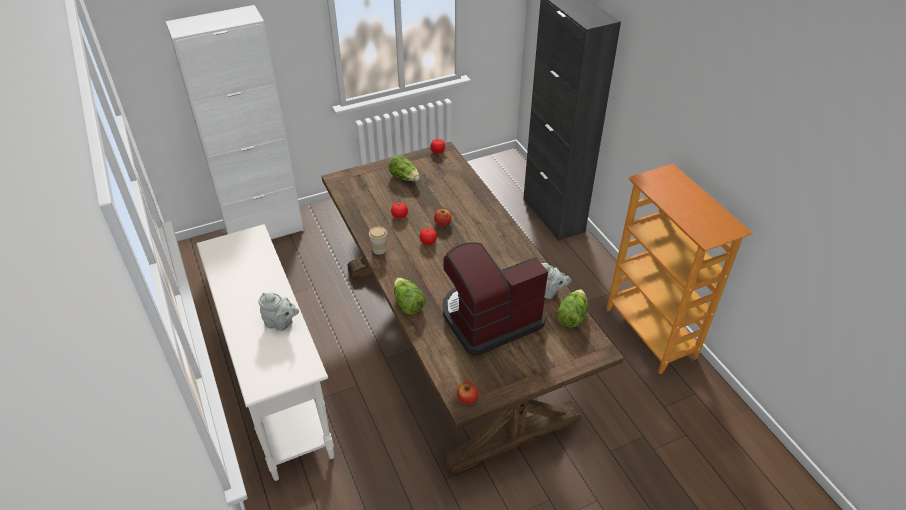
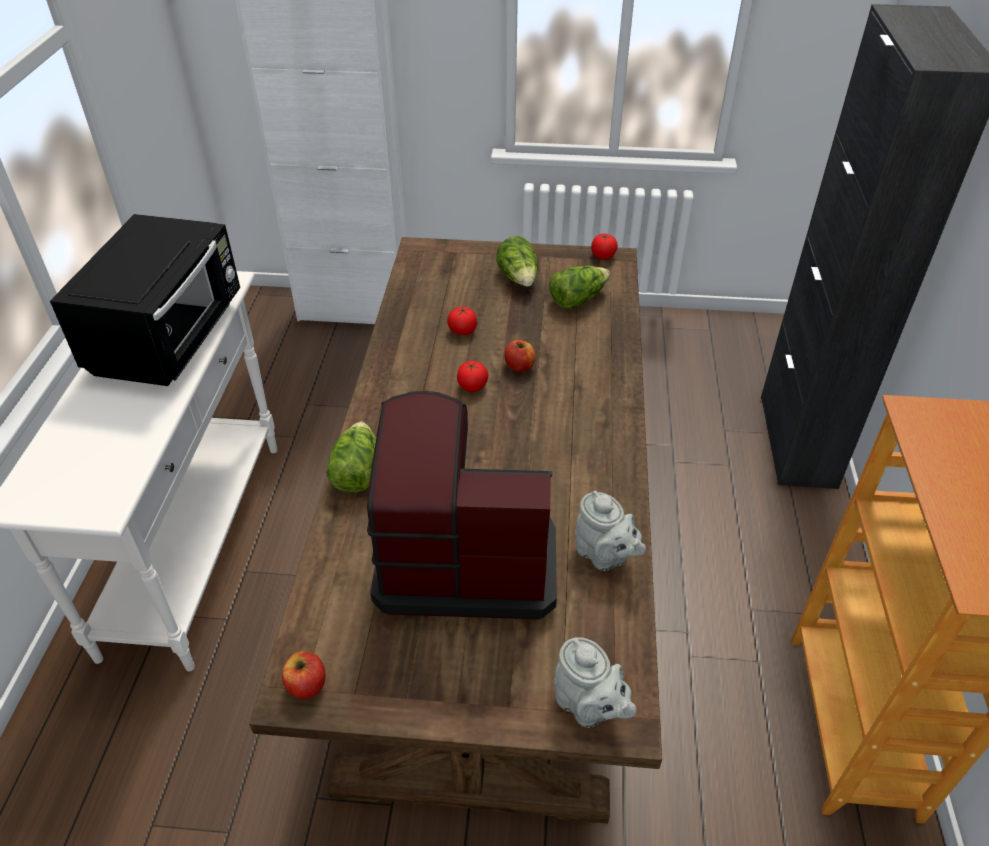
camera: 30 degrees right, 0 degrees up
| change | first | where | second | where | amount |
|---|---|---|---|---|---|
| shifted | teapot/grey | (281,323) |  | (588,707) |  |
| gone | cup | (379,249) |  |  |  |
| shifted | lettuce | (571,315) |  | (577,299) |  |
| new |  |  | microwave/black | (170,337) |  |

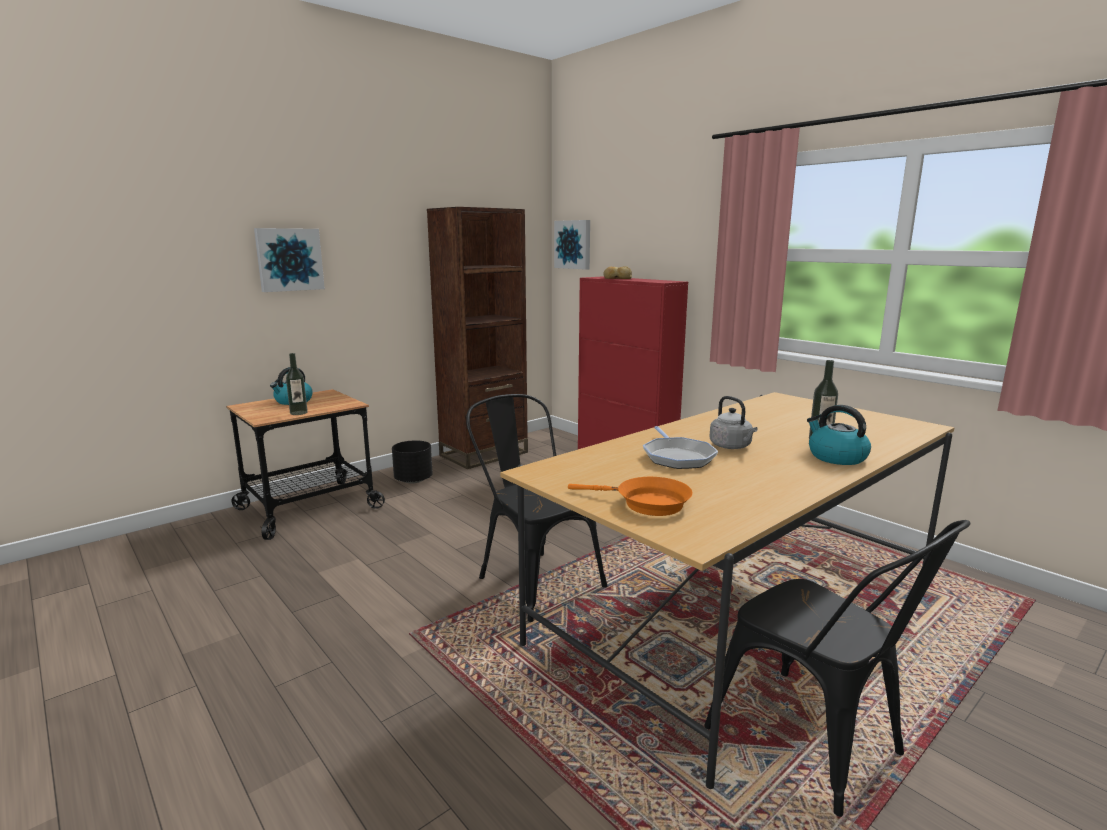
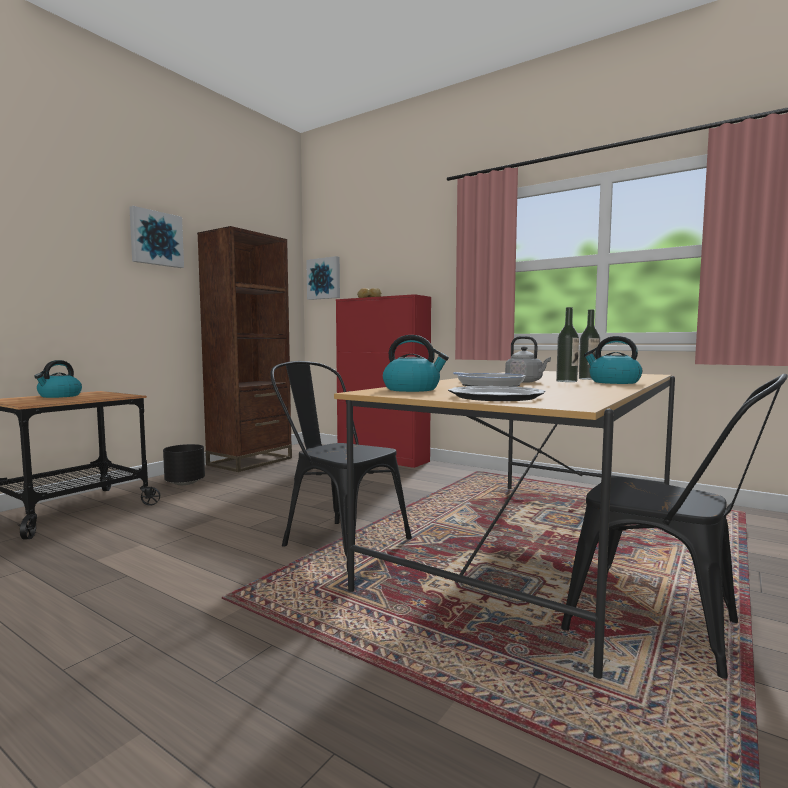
camera: 15 degrees left, 10 degrees down
| change | first | where | second | where | amount |
|---|---|---|---|---|---|
| shifted | picture | (289,259) |  | (156,238) |  |
| shifted | bottle | (298,413) |  | (566,381) |  |
| swapped | frying pan/orange | (646,503) | plate | (496,397) |  |
| new |  |  | kettle | (412,389) |  |

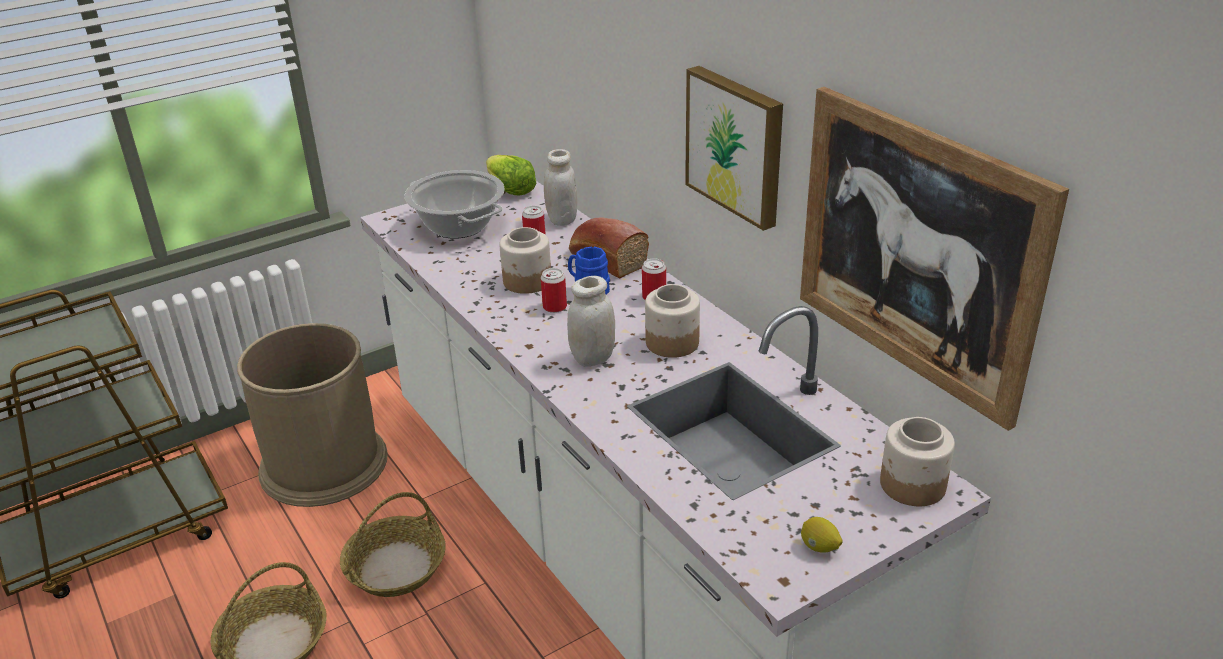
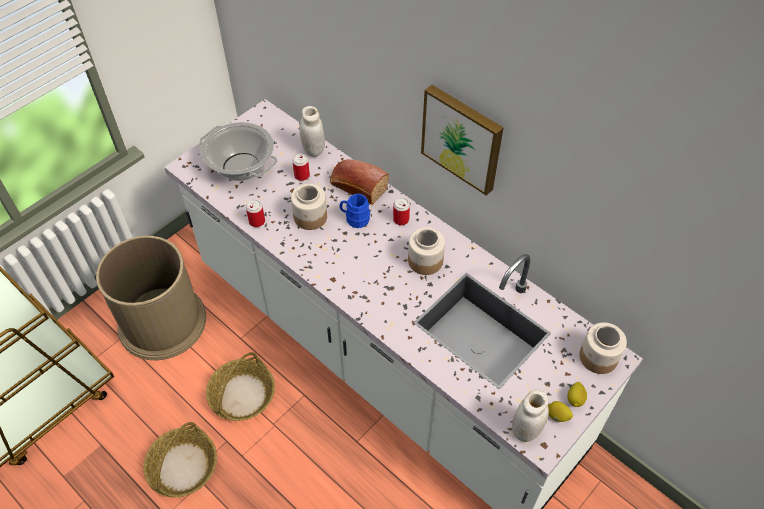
camera: 15 degrees left, 20 degrees up
| change | first | where | second | where | amount |
|---|---|---|---|---|---|
| gone | lettuce | (509,189) |  |  |  |
| shifted | can | (554,307) |  | (257,221) |  |
| shifted | jar/white | (593,358) |  | (526,430) |  |
| gone | picture | (916,251) |  |  |  |
| new |  |  | lemon | (575,399) |  |

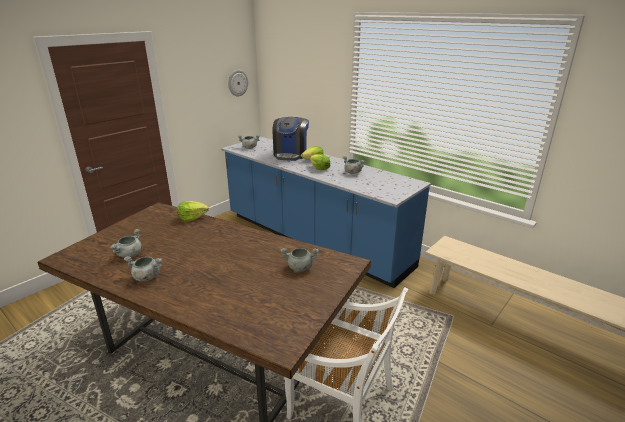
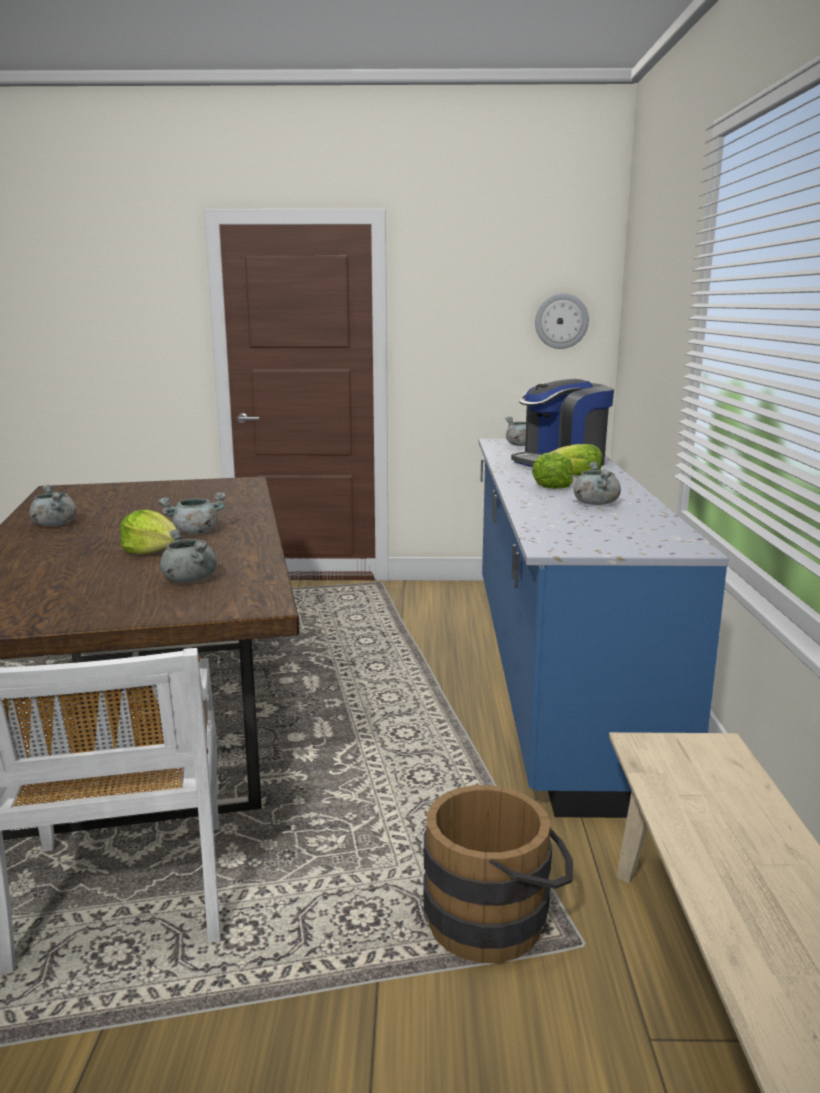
camera: 50 degrees right, 10 degrees down
| change | first | where | second | where | amount |
|---|---|---|---|---|---|
| shifted | cooking pot/grey | (130,255) |  | (195,532) |  |
| shifted | lettuce | (192,217) |  | (152,551) |  |
| new |  |  | bucket/brown | (496,920) |  |

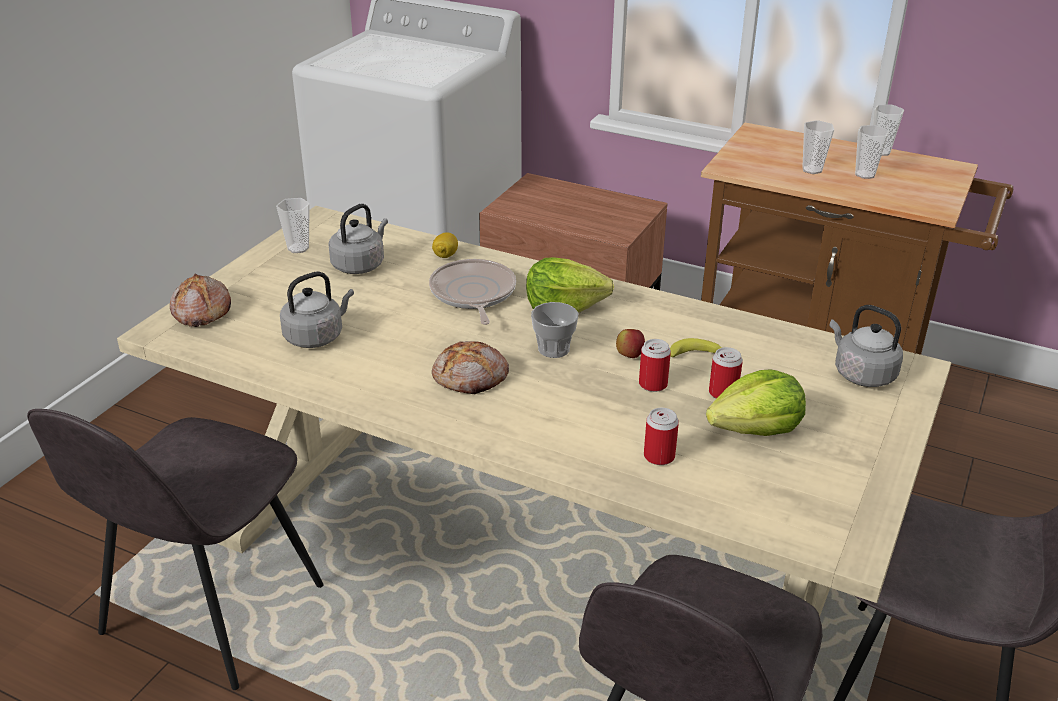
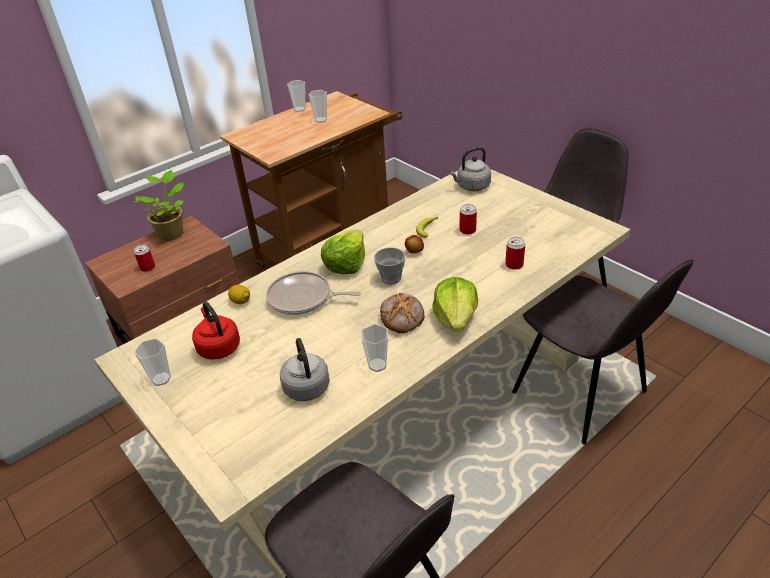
camera: 65 degrees left, 5 degrees up
| change | first | where | second | where | amount |
|---|---|---|---|---|---|
| gone | bread | (201,312) |  |  |  |
| repainted | kettle/grey | (360,265) | kettle/red | (218,347) |  |
| shifted | can | (653,384) |  | (147,268) |  |
| shifted | lettuce | (756,429) |  | (456,318) |  |
| shifted | cup | (812,170) |  | (377,365) |  |
| new |  |  | potted plant | (172,233) |  |

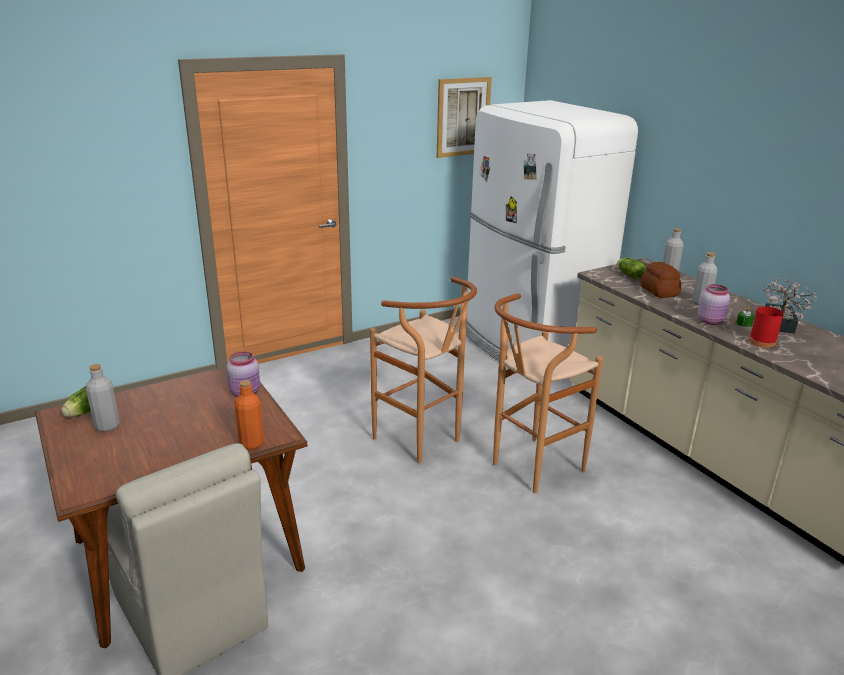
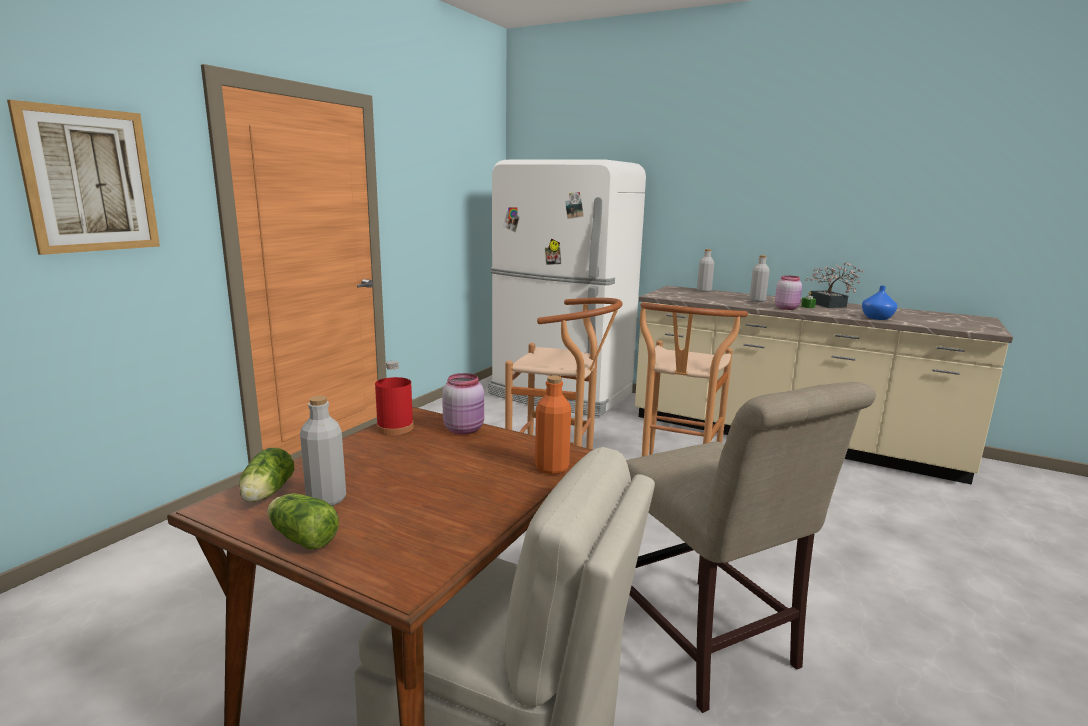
camera: 30 degrees left, 10 degrees down
| change | first | where | second | where | amount |
|---|---|---|---|---|---|
| shifted | picture | (463,117) |  | (90,180) |  |
| shifted | lettuce | (628,275) |  | (301,537) |  |
| gone | bread | (659,291) |  |  |  |
| shifted | bottle/red | (762,342) |  | (395,428) |  |
| new |  |  | chair/beige | (708,646) |  |
| new |  |  | vase/blue | (876,318) |  |

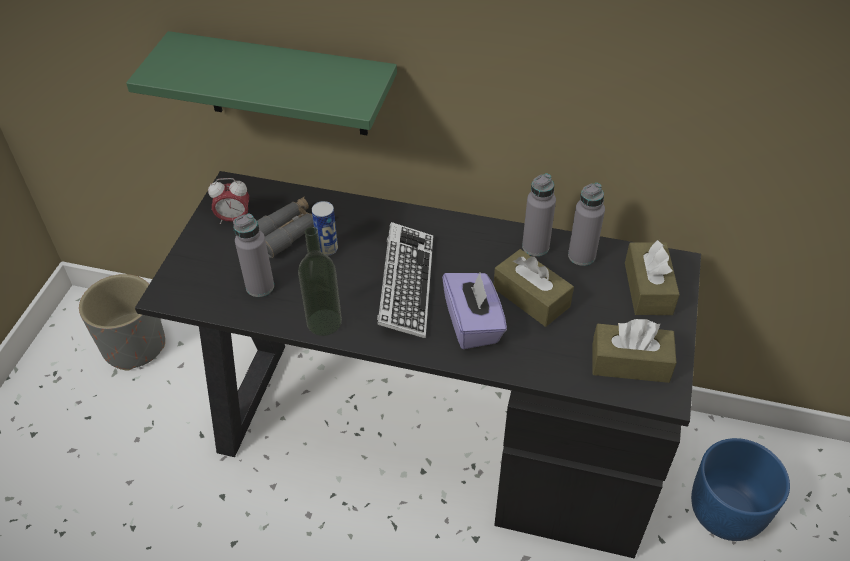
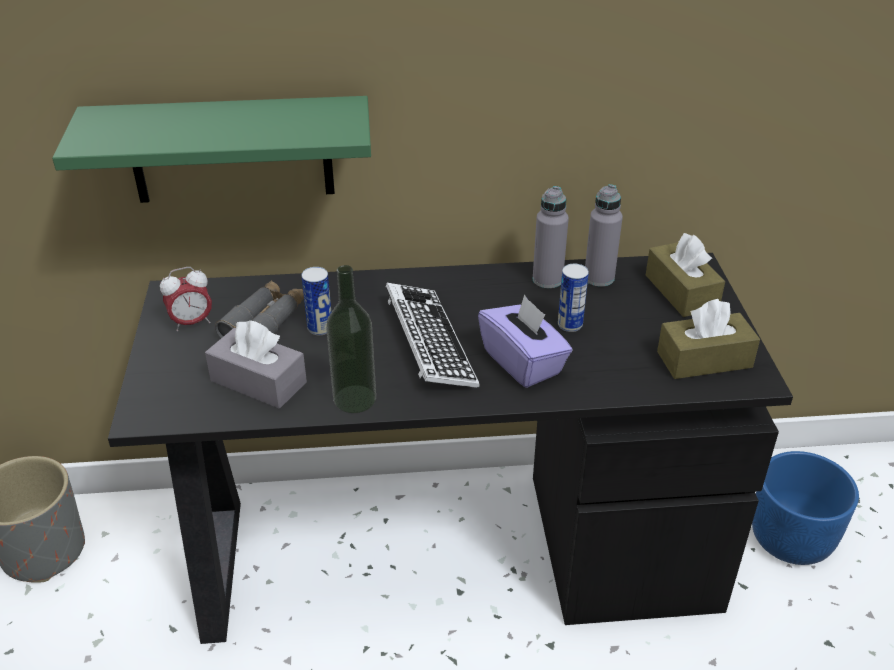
camera: 20 degrees left, 10 degrees down
| change | first | where | second | where | amount |
|---|---|---|---|---|---|
| swapped | bottle/grey | (260,286) | tissue box/grey | (258,381) |  |
| swapped | tissue box/brown | (531,297) | can | (570,325) |  |

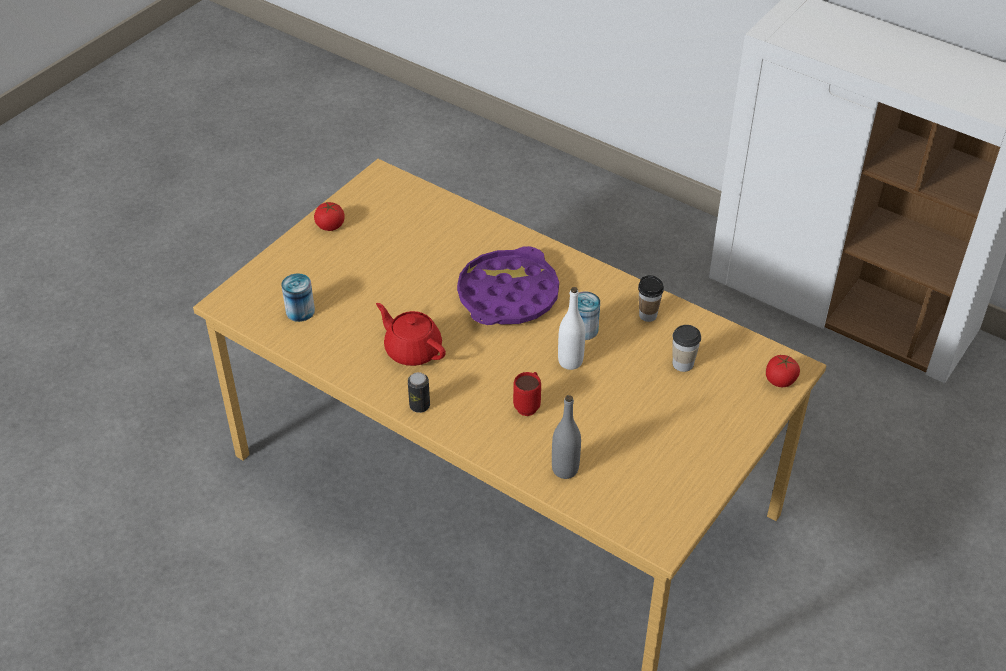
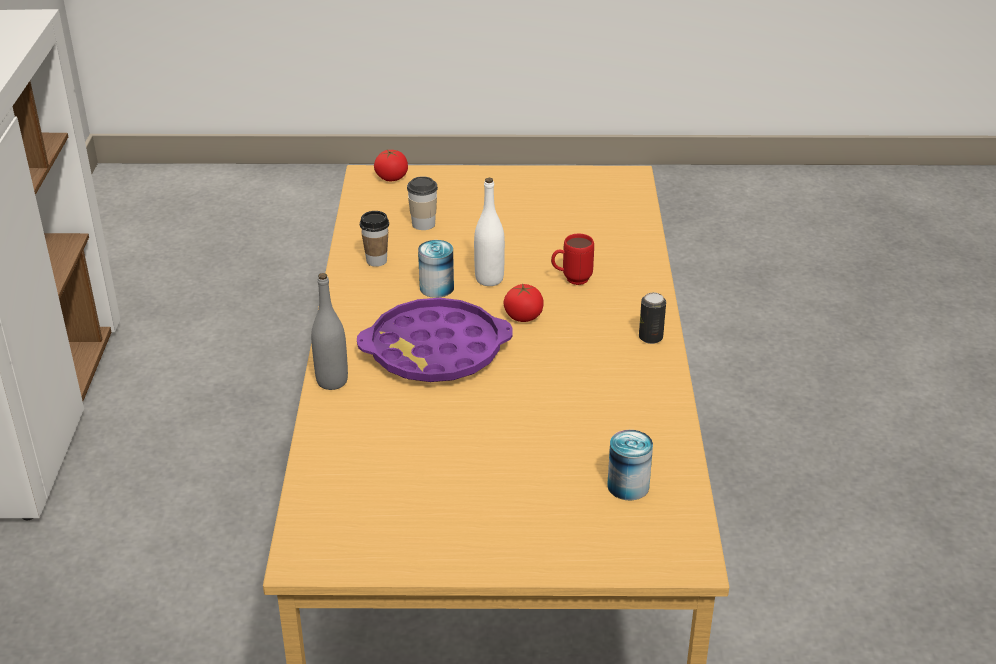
camera: 125 degrees left, 10 degrees down
| change | first | where | second | where | amount |
|---|---|---|---|---|---|
| shifted | tomato | (330,225) |  | (523,316) |  |
| gone | teapot/red | (412,350) |  |  |  |
| shifted | bottle/grey | (565,469) |  | (332,381) |  |

